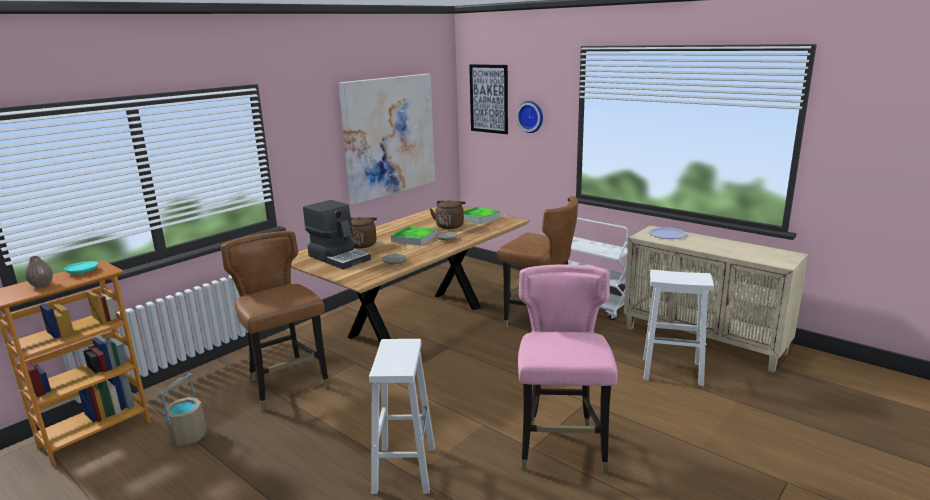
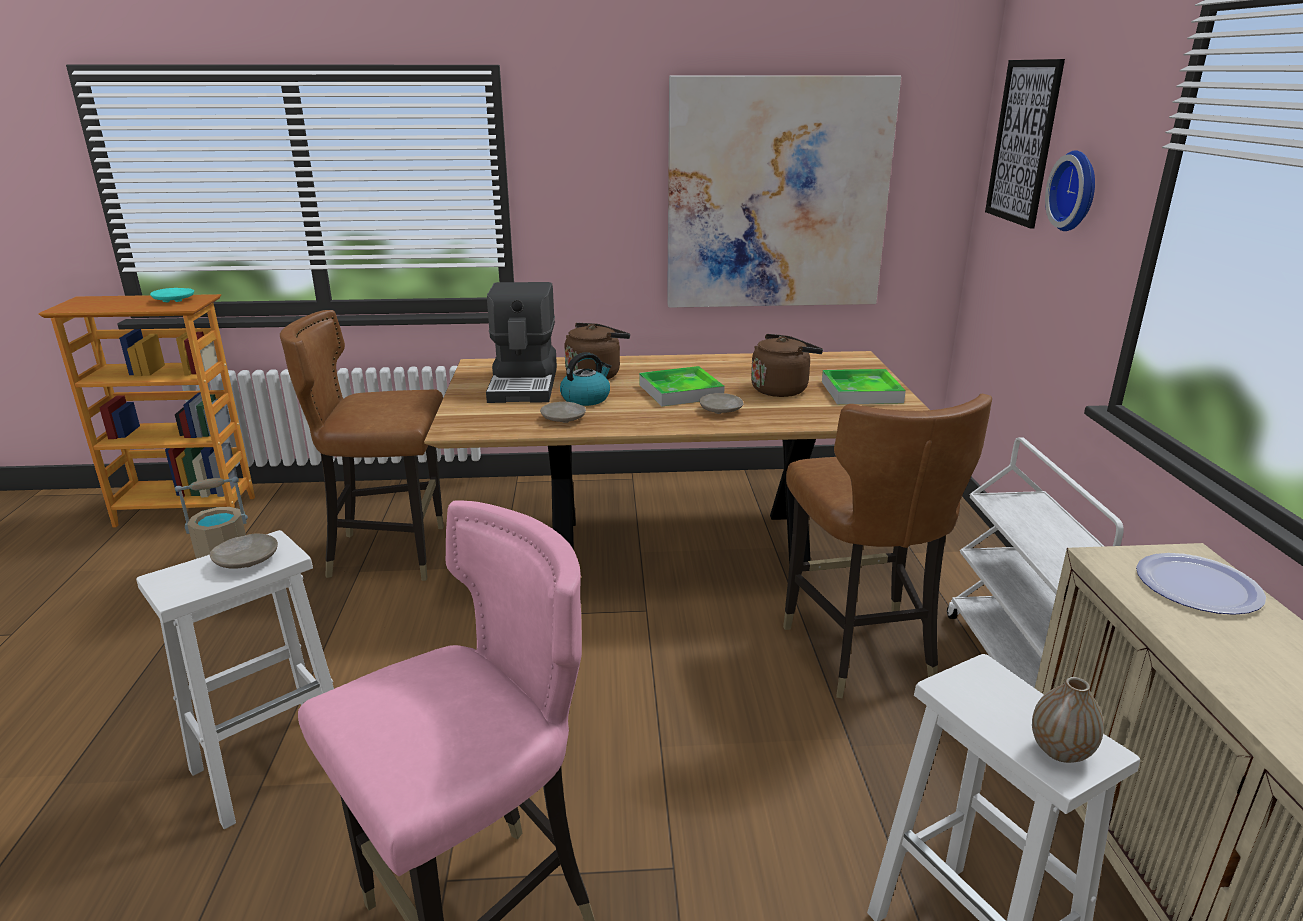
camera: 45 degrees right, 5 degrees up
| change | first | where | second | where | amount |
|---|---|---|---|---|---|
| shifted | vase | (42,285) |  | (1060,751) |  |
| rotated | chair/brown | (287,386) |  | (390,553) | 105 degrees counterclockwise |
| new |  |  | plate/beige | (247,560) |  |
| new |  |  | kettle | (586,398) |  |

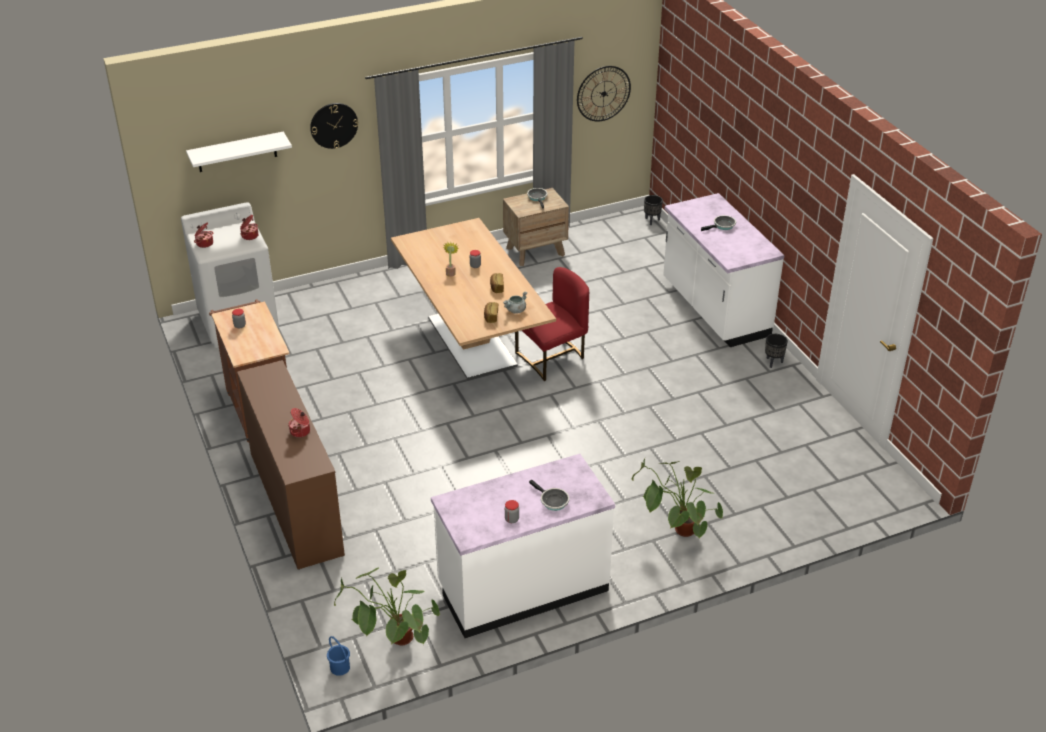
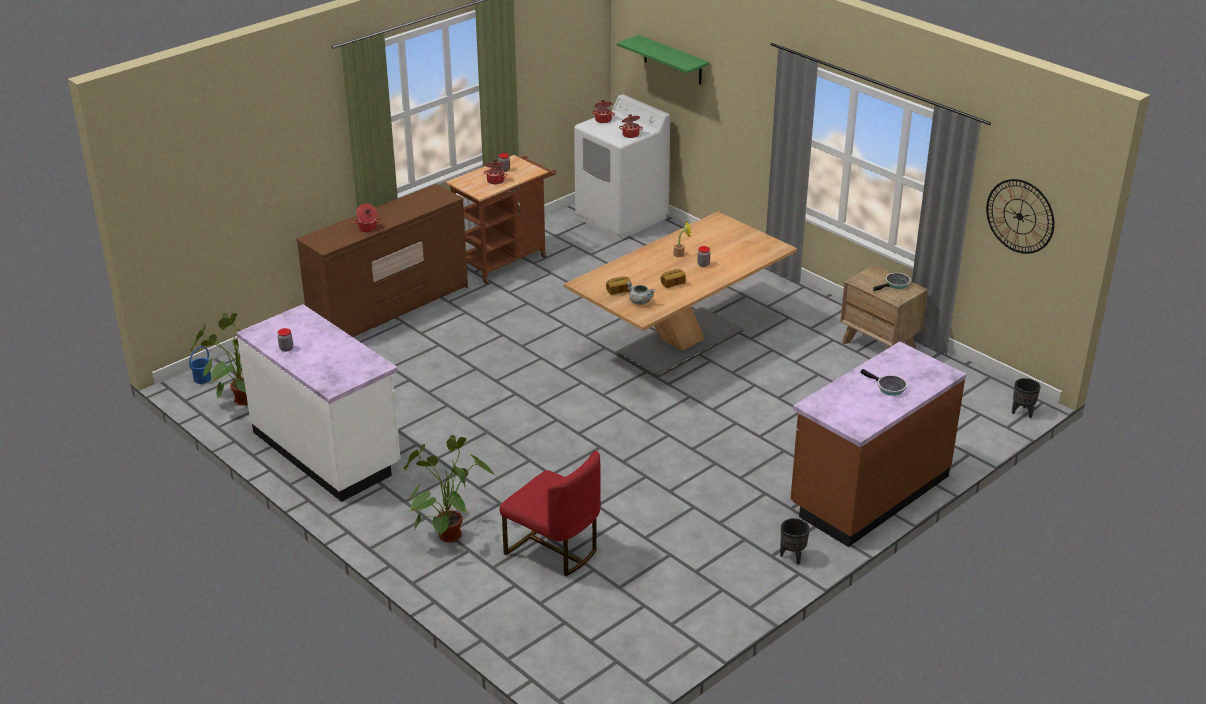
camera: 70 degrees right, 5 degrees down
| change | first | where | second | where | amount |
|---|---|---|---|---|---|
| repainted | shelf/white | (237,152) | shelf/green | (672,60) |  |
| gone | wall clock | (334,125) |  |  |  |
| shifted | chair/red | (552,358) |  | (553,549) |  |
| gone | frying pan | (552,501) |  |  |  |
| repainted | counter/white | (714,309) | counter/brown | (868,492) |  |
| new |  |  | cooking pot | (496,180) |  |

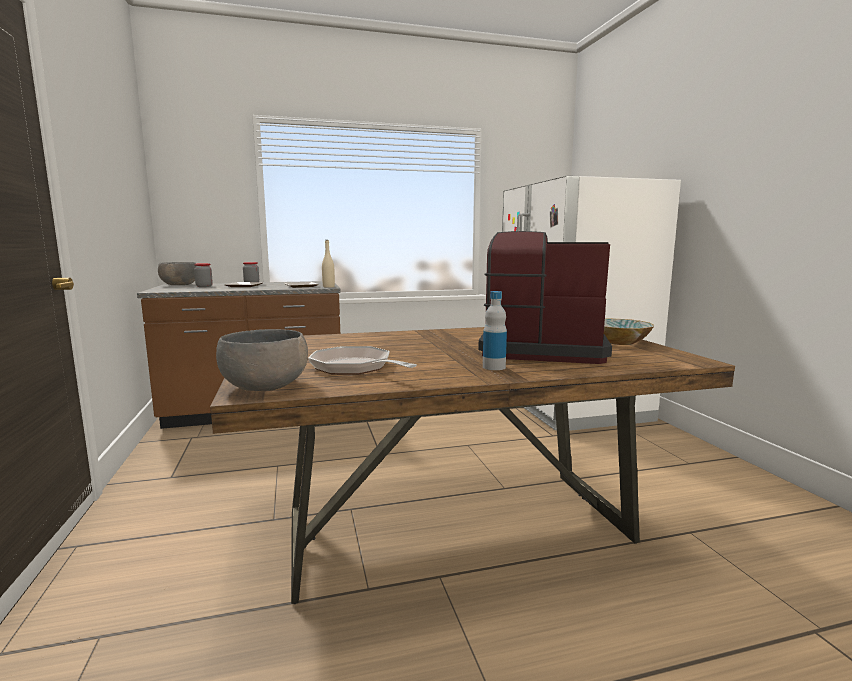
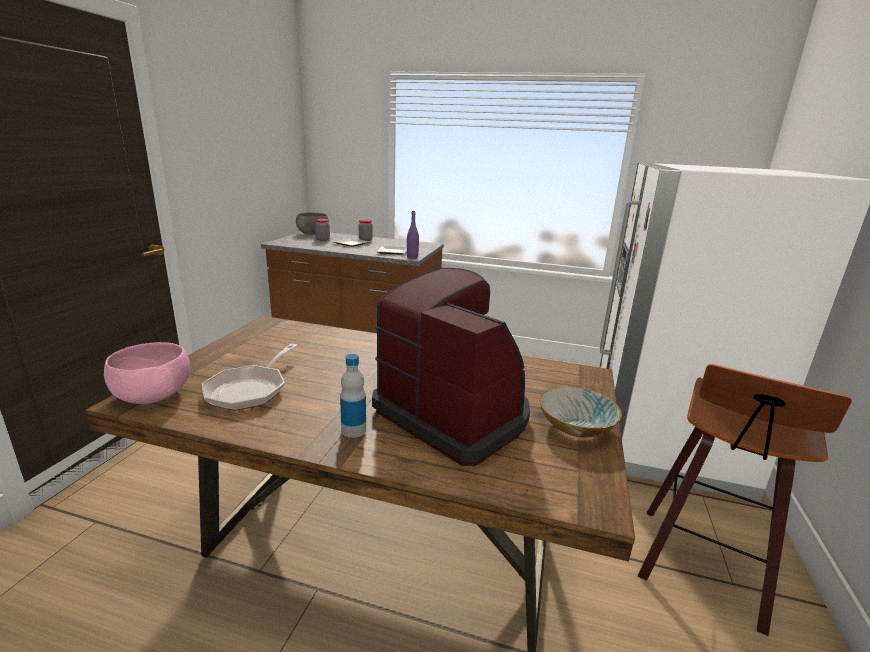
camera: 30 degrees right, 10 degrees up
| change | first | where | second | where | amount |
|---|---|---|---|---|---|
| repainted | bowl/grey | (265,386) | bowl/pink | (153,395) |  |
| rotated | frying pan | (355,368) |  | (250,389) | 150 degrees counterclockwise |
| repainted | bottle/beige | (328,287) | bottle/purple | (412,257) |  |
| new |  |  | stool | (704,570) |  |

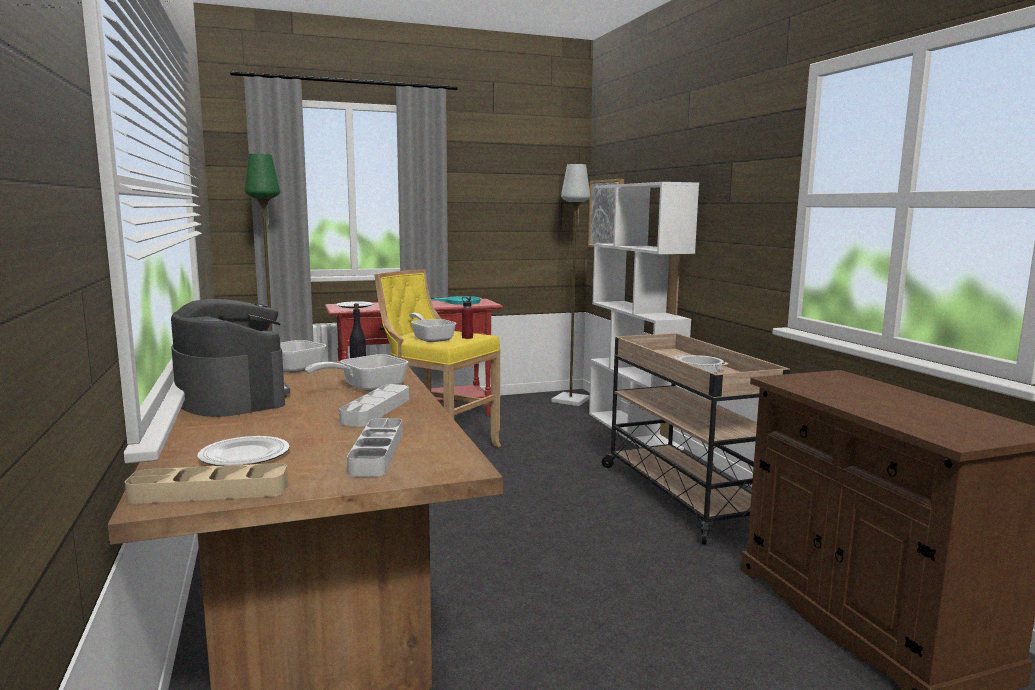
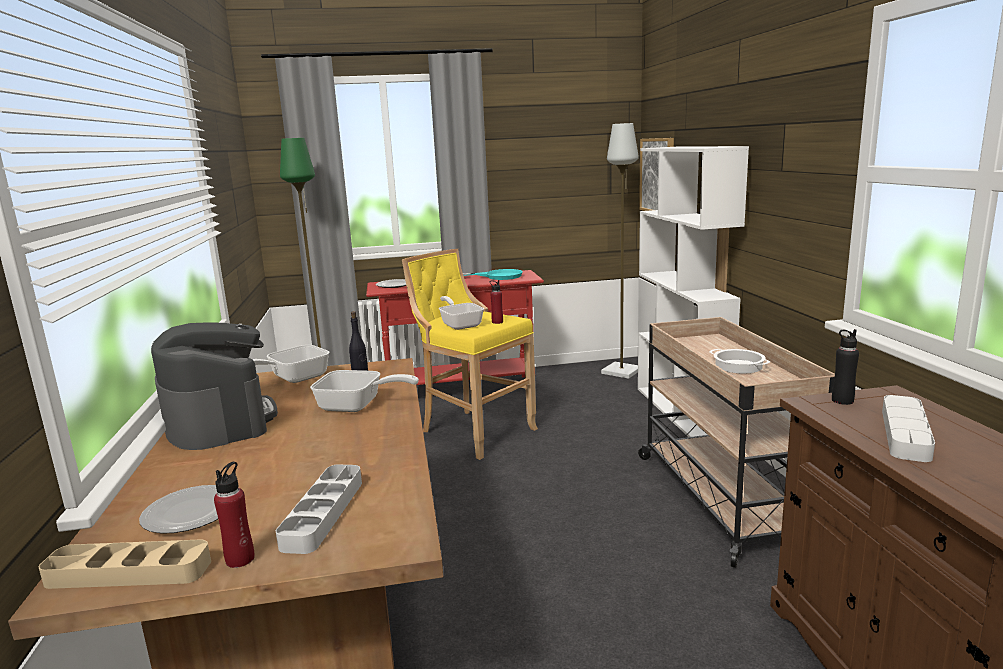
camera: 10 degrees right, 5 degrees up
| change | first | where | second | where | amount |
|---|---|---|---|---|---|
| rotated | frying pan | (366,388) |  | (357,406) | 135 degrees counterclockwise |
| shifted | tray/grey | (376,410) |  | (905,433) |  |
| new |  |  | bottle/red | (240,559) |  |
| new |  |  | bottle/black | (842,400) |  |

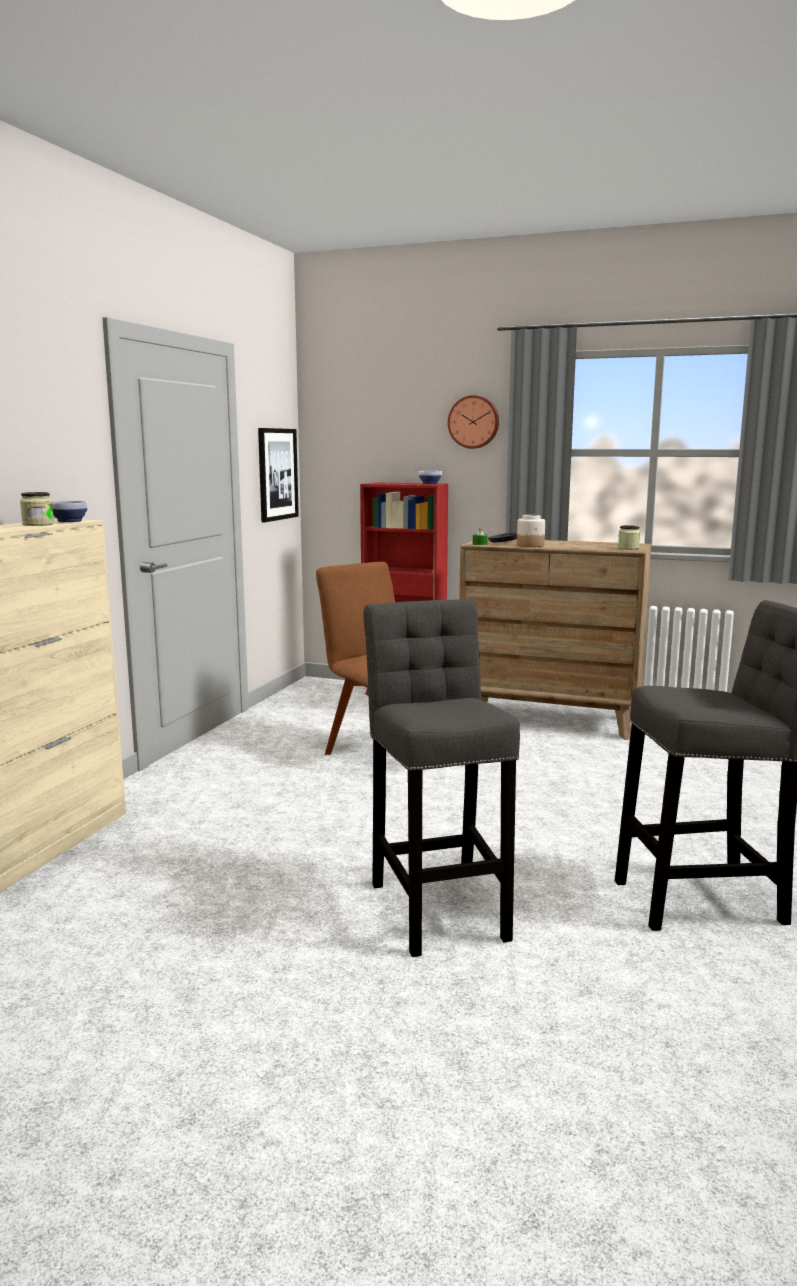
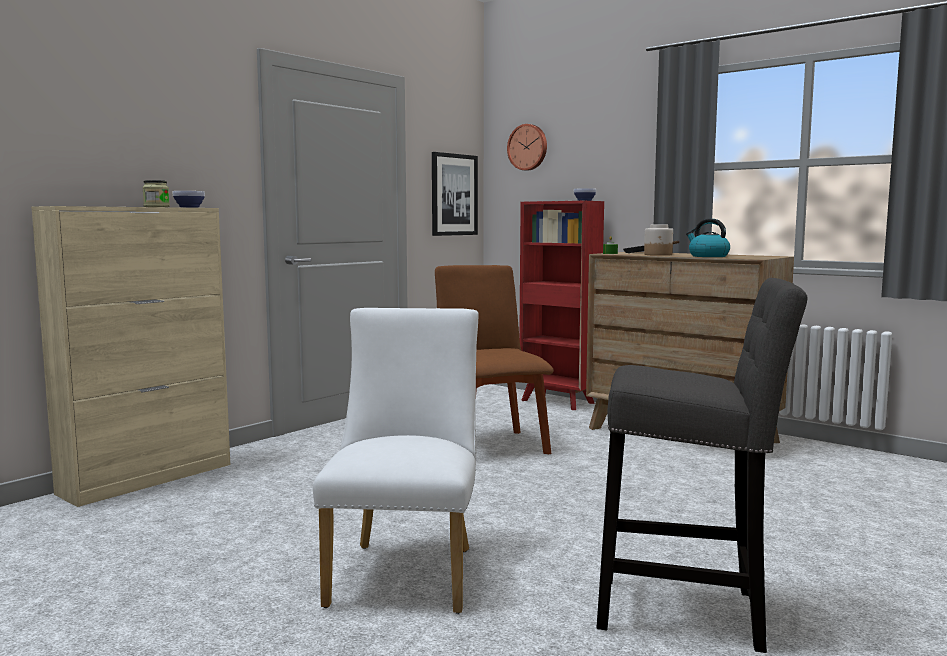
camera: 20 degrees right, 5 degrees down
| change | first | where | second | where | amount |
|---|---|---|---|---|---|
| swapped | stool/grey | (438,905) | chair/white | (406,570) |  |
| shifted | wall clock | (473,422) |  | (528,147) |  |
| gone | jar | (628,548) |  |  |  |
| new |  |  | kettle | (708,256) |  |

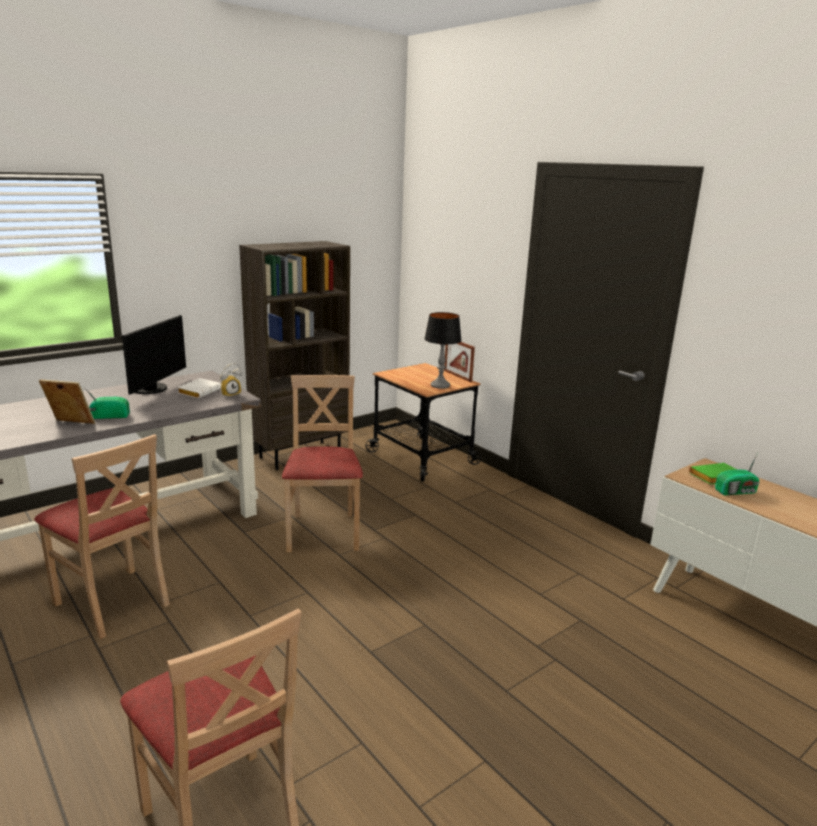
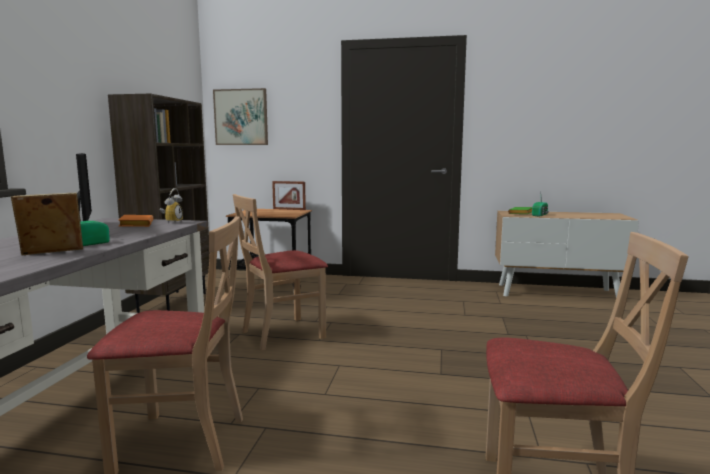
camera: 40 degrees left, 10 degrees down
| change | first | where | second | where | amount |
|---|---|---|---|---|---|
| repainted | book/white | (199,391) | book/orange | (135,225) |  |
| rotated | chair/beige | (323,532) |  | (283,333) | 75 degrees counterclockwise |
| gone | table lamp | (440,385) |  |  |  |
| new |  |  | picture | (241,117) |  |

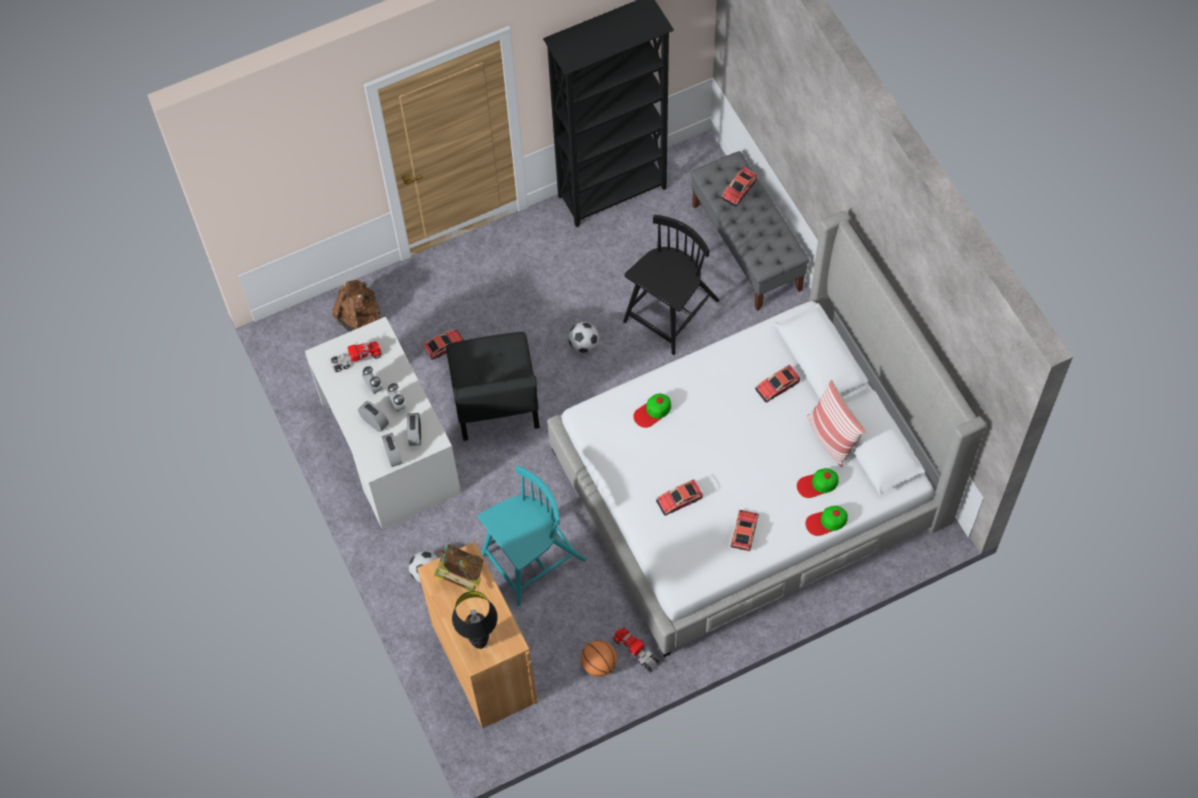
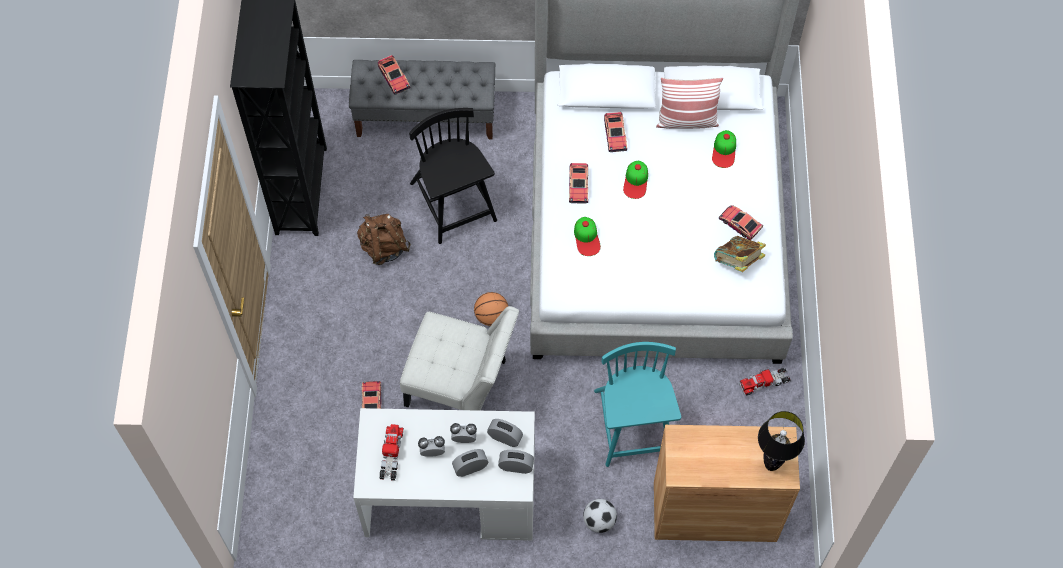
camera: 65 degrees left, 0 degrees up
| change | first | where | second | where | amount |
|---|---|---|---|---|---|
| shifted | backpack/brown | (360,319) |  | (384,247) |  |
| shifted | book | (460,575) |  | (737,262) |  |
| repainted | chair/black | (496,406) | chair/white | (461,385) |  |
| gone | football | (584,345) |  |  |  |
| shifted | basketball | (599,664) |  | (491,316) |  |
| shifted | toy car | (679,499) |  | (578,186) |  |
| shifted | cap | (826,522) |  | (636,181) |  |

